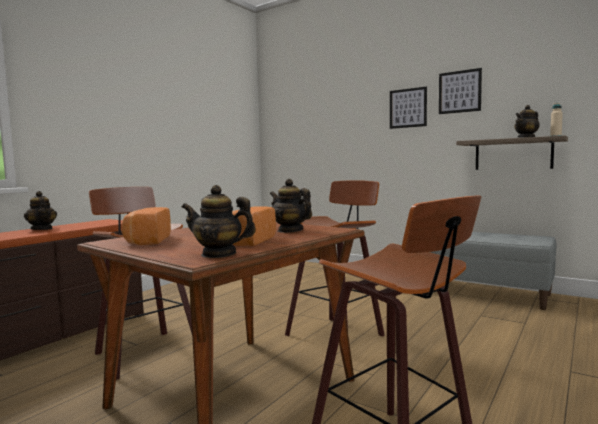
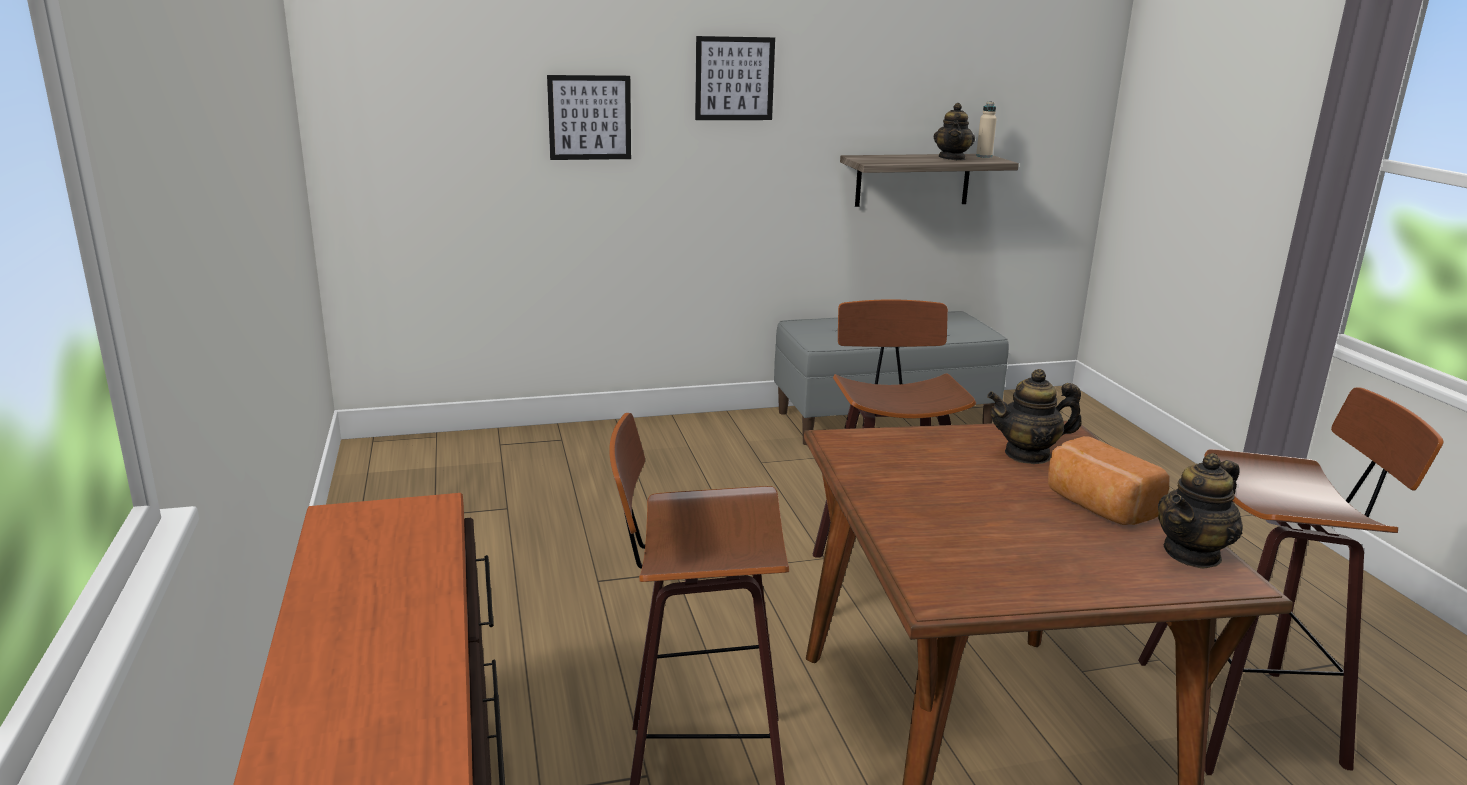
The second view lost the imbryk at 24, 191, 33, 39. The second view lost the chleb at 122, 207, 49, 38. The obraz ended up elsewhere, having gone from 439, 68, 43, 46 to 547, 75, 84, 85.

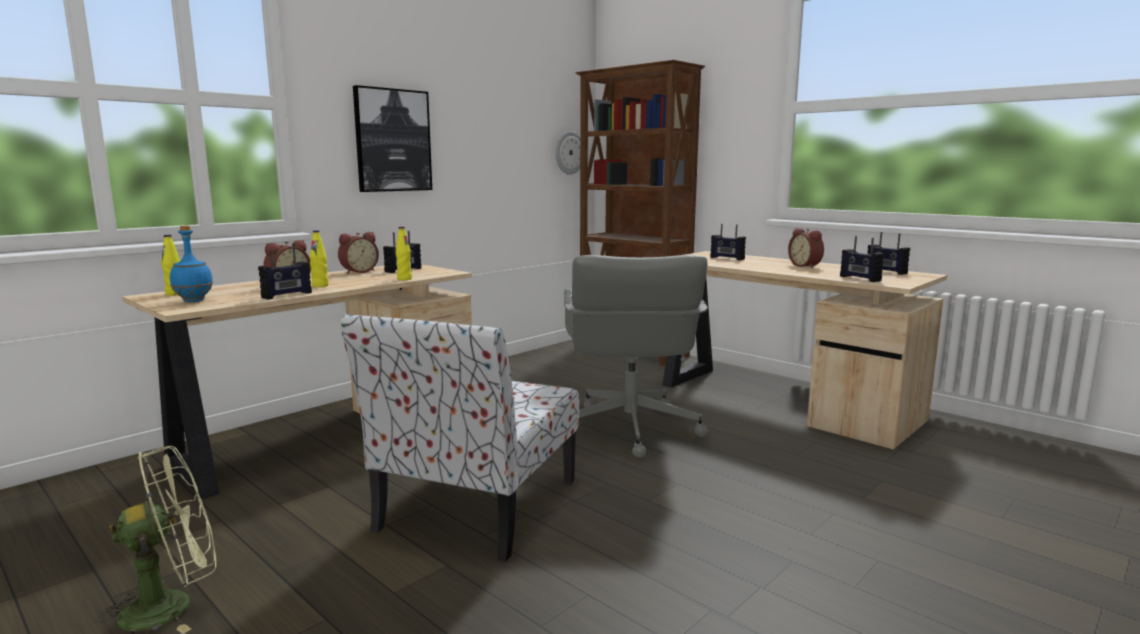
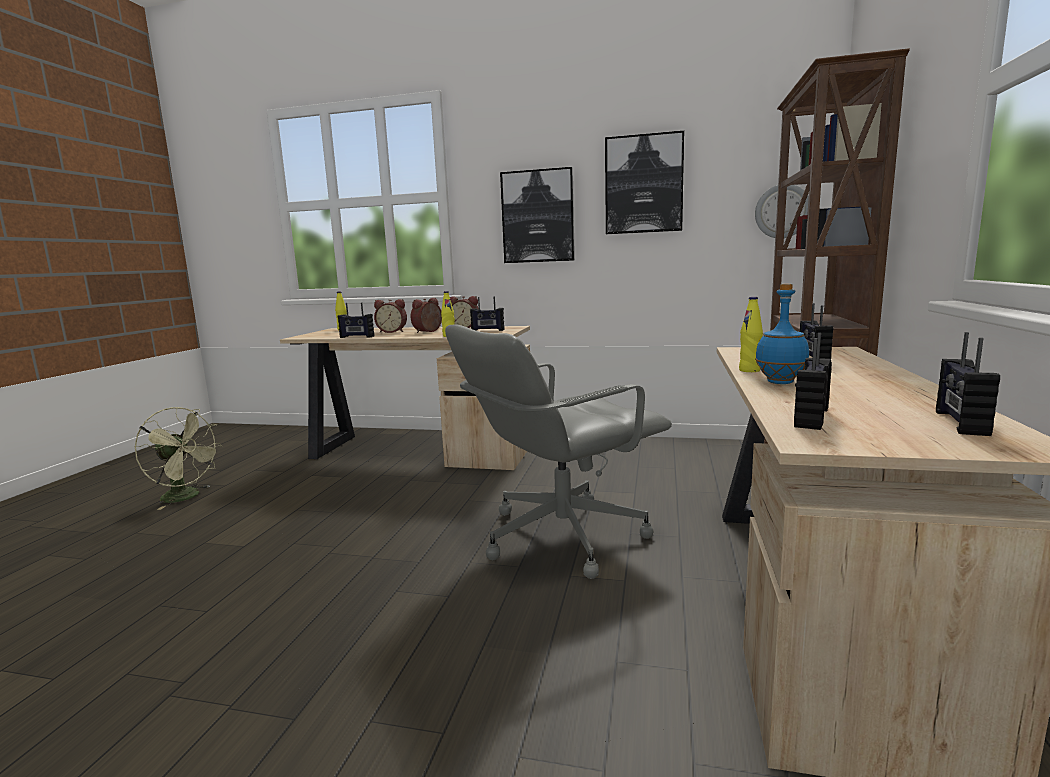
The butelka (niebieski) ended up elsewhere, having gone from 170, 226, 43, 76 to 755, 284, 54, 100. The butelka (żółty) ended up elsewhere, having gone from 310, 230, 18, 57 to 739, 297, 24, 75. The second view lost the krzesło at 340, 314, 239, 248. The budzik ended up elsewhere, having gone from 788, 228, 36, 40 to 410, 298, 32, 35. The second view gained the obraz at 605, 131, 79, 103.

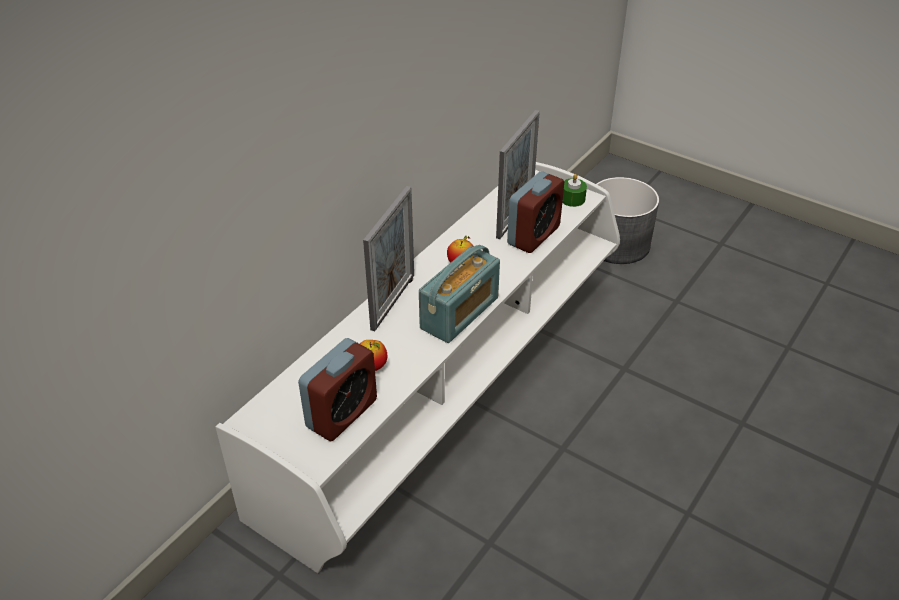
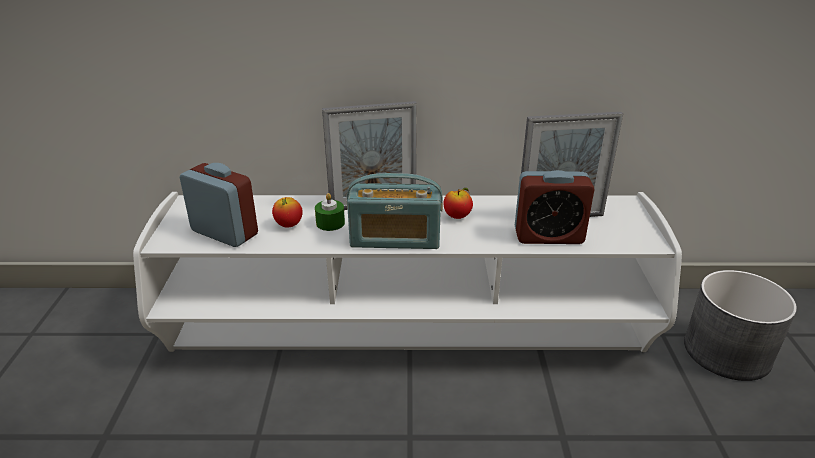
The budzik at 298, 338, 79, 103 ended up facing another way, 150 degrees counterclockwise from before. The świeca (zielony) ended up elsewhere, having gone from 562, 174, 25, 33 to 315, 193, 30, 38.

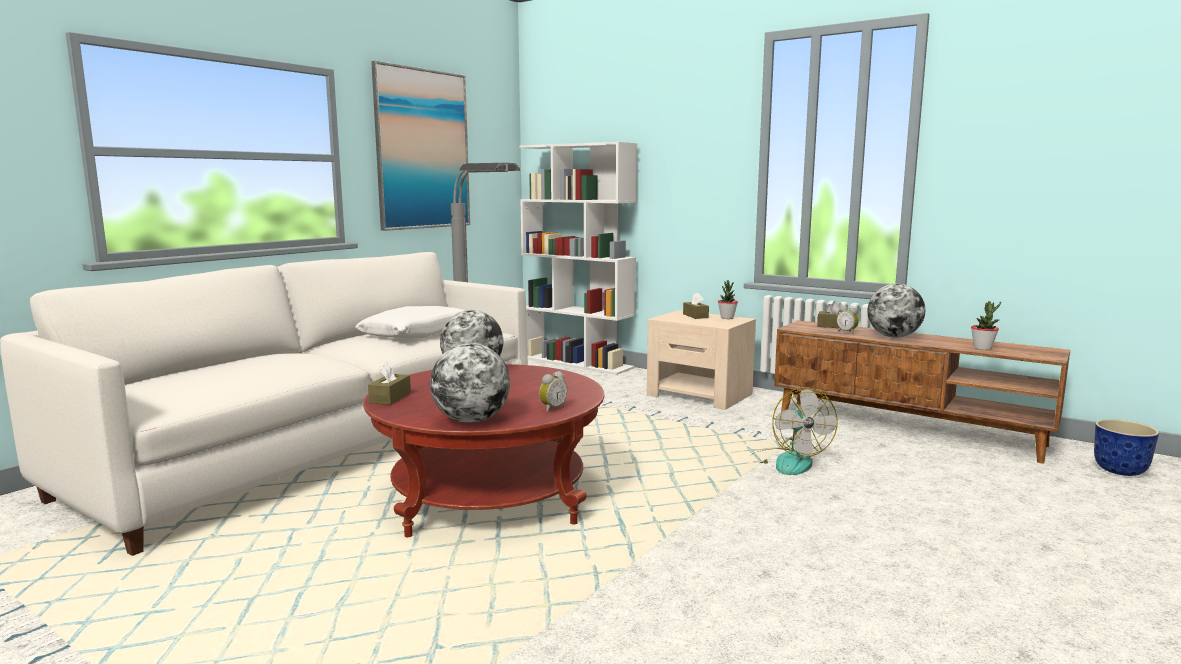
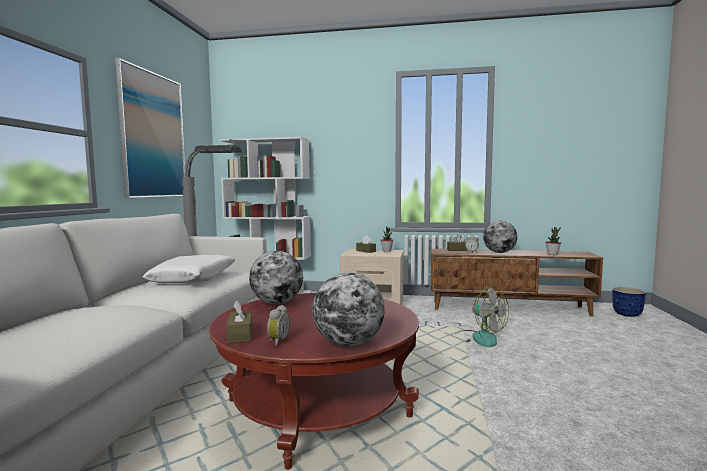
The budzik ended up elsewhere, having gone from 539, 371, 28, 41 to 267, 305, 23, 41.

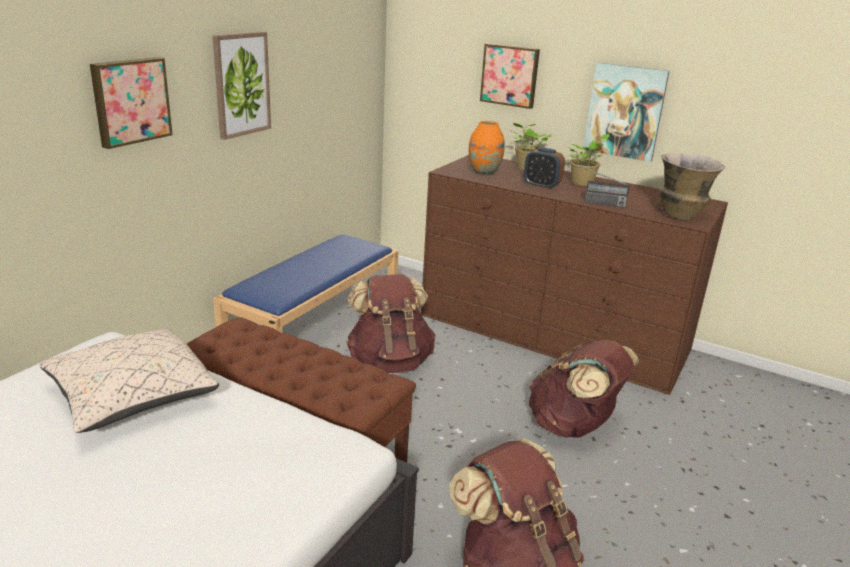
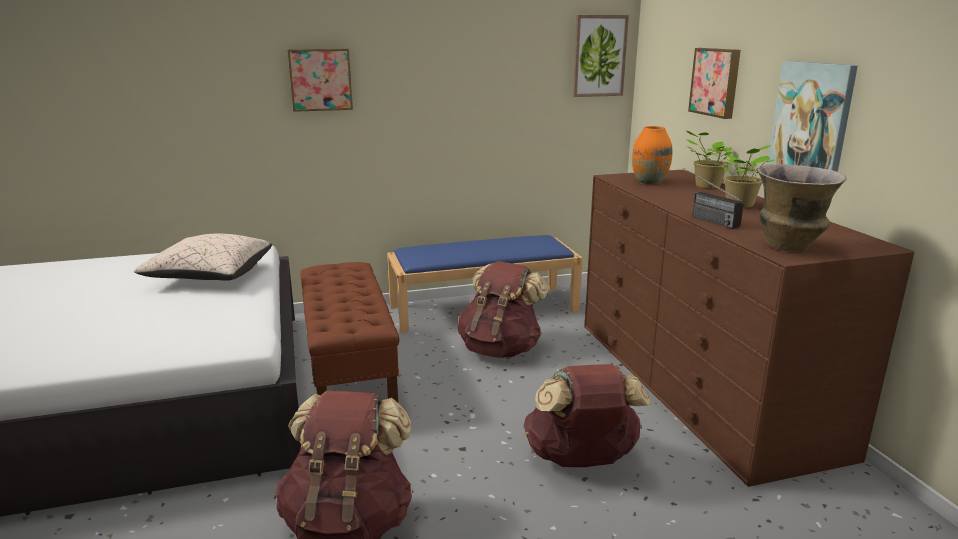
The obraz ended up elsewhere, having gone from 213, 32, 58, 108 to 572, 15, 57, 82. The second view lost the budzik at 524, 147, 41, 43.

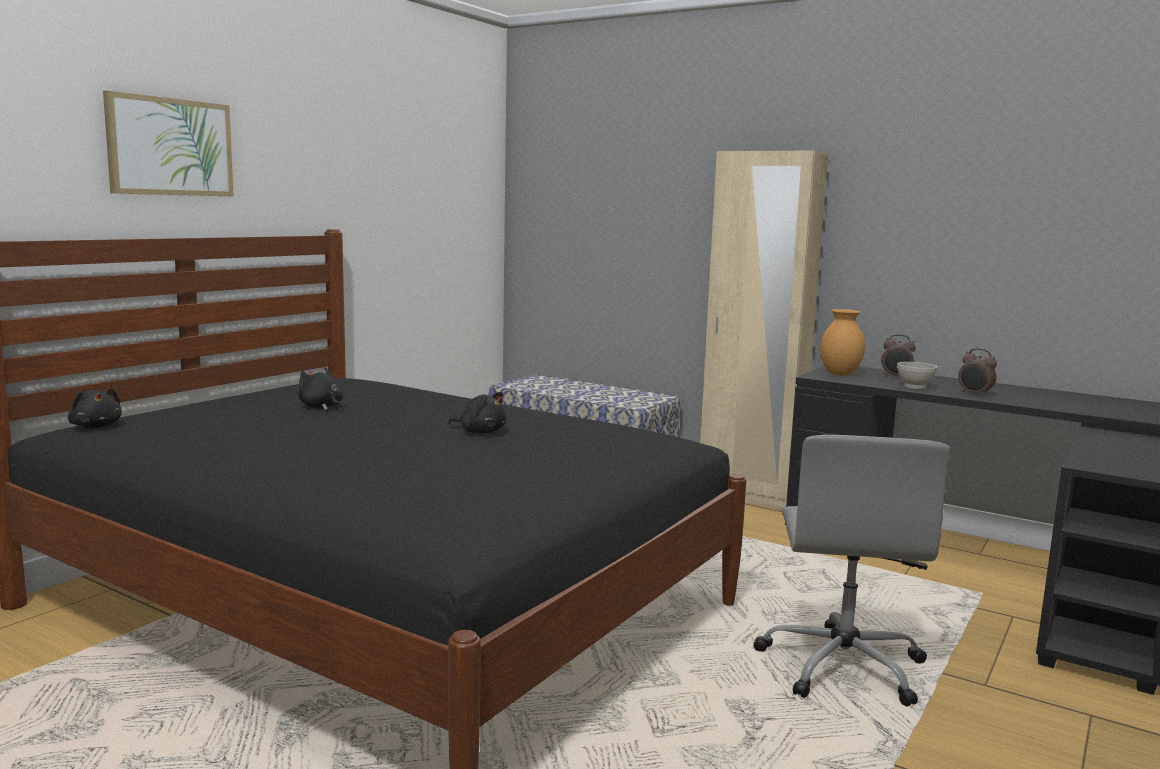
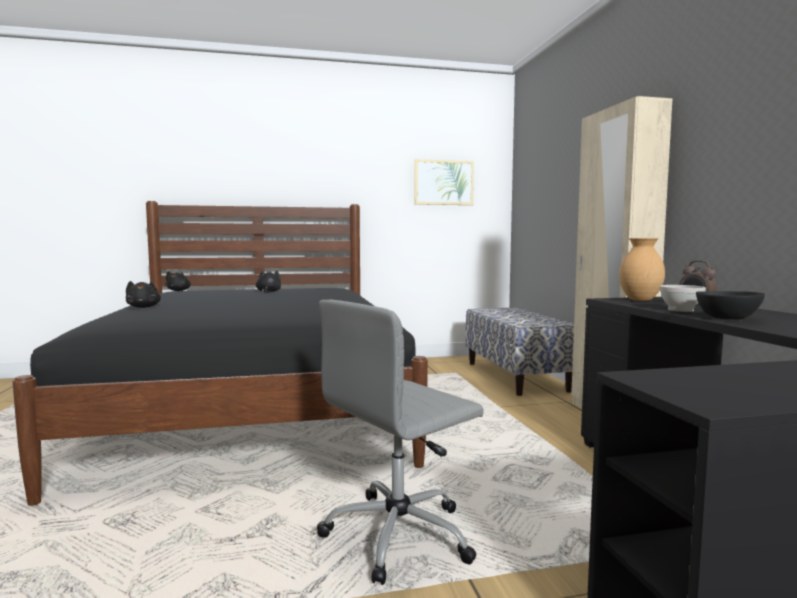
The obraz ended up elsewhere, having gone from 103, 91, 131, 106 to 414, 159, 60, 46. The pluszak (czarny) ended up elsewhere, having gone from 448, 392, 59, 42 to 126, 281, 35, 27. Where the budzik stood at 958, 348, 39, 49, the miska (czarny) came to stand at 696, 291, 69, 29.

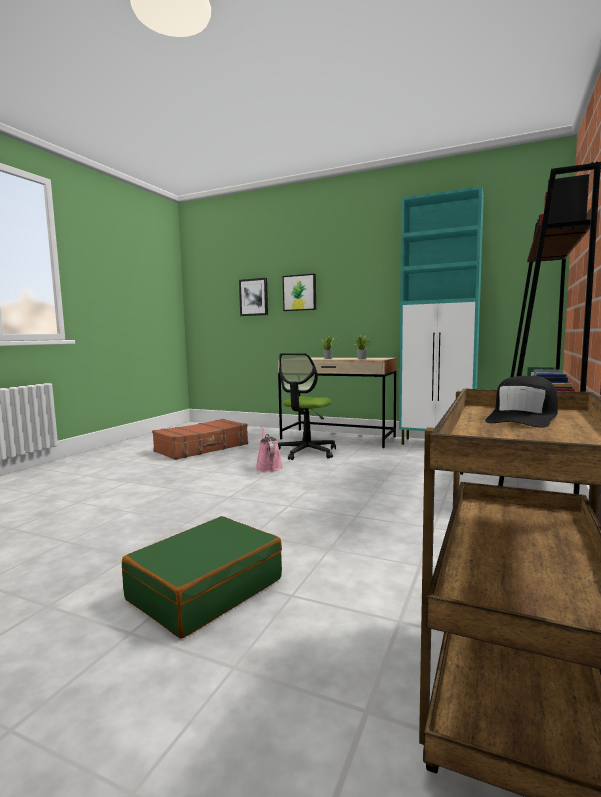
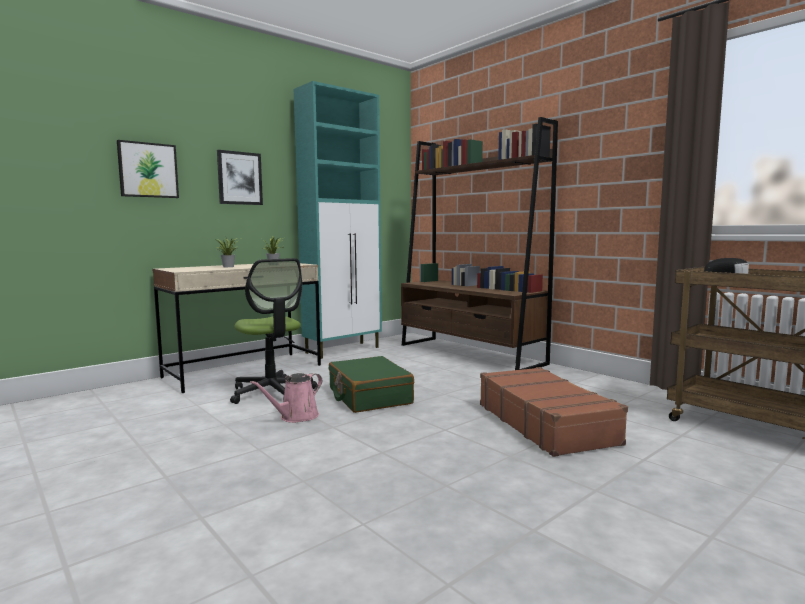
The walizka (zielony) ended up elsewhere, having gone from 122, 516, 160, 122 to 329, 356, 85, 57. The walizka (brązowy) ended up elsewhere, having gone from 152, 419, 96, 41 to 480, 367, 148, 90. The obraz ended up elsewhere, having gone from 239, 278, 29, 38 to 217, 150, 46, 55. The konewka (różowy) at 256, 426, 27, 46 ended up facing another way, 60 degrees counterclockwise from before.

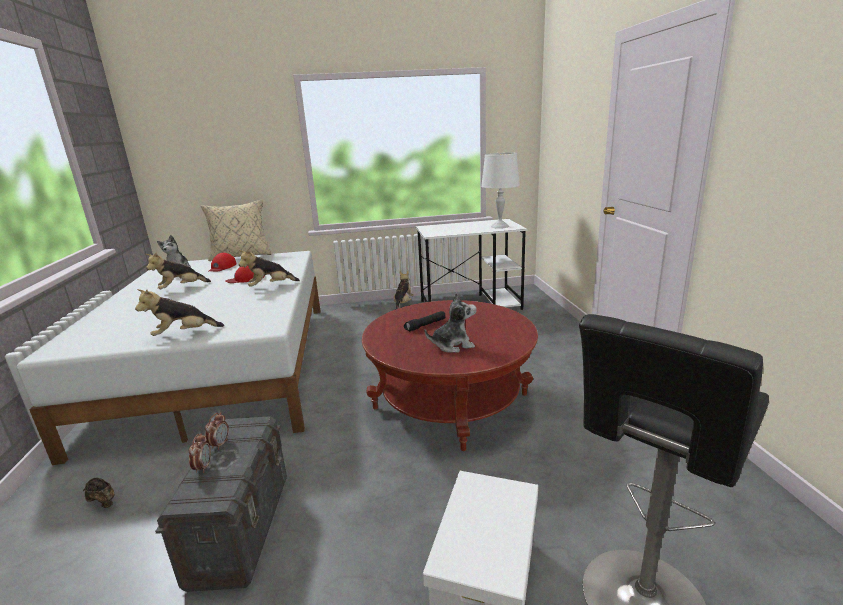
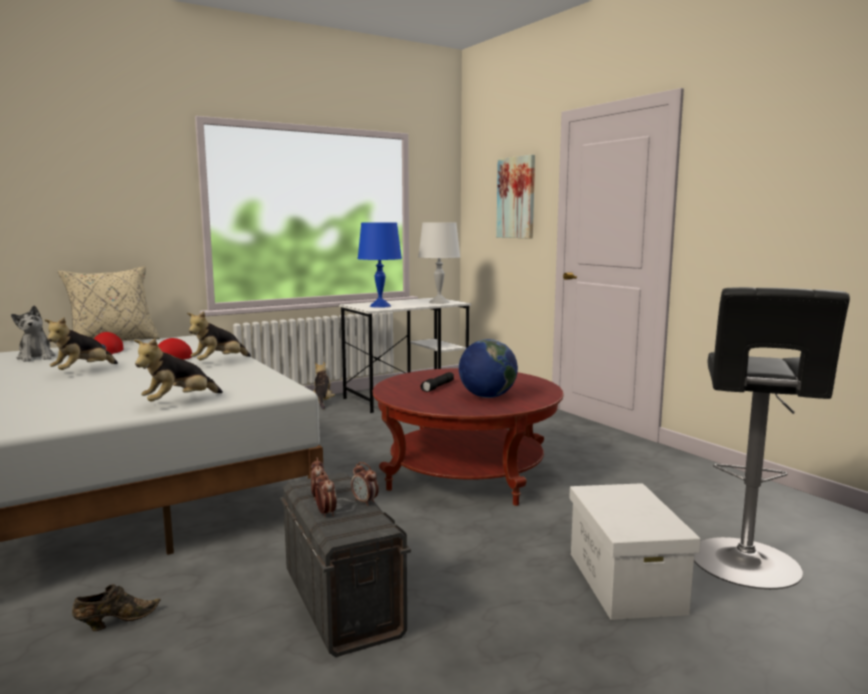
The but (brązowy) at 83, 478, 32, 30 ended up facing another way, 135 degrees clockwise from before. Where the pluszak stood at 425, 293, 51, 60, the globus came to stand at 459, 339, 59, 59. The second view gained the budzik at 351, 462, 28, 44. The second view gained the lampa stołowa (niebieski) at 357, 222, 45, 86. The second view gained the obraz at 496, 155, 39, 84.

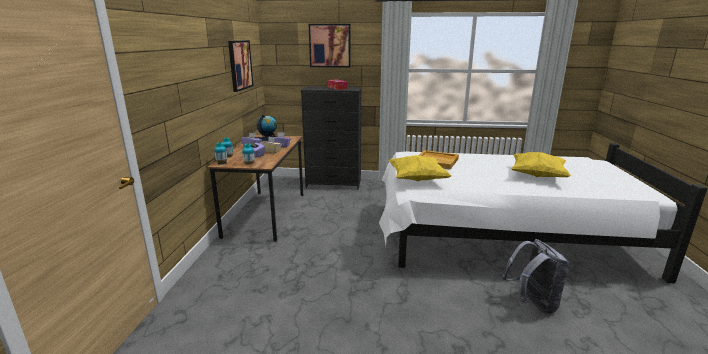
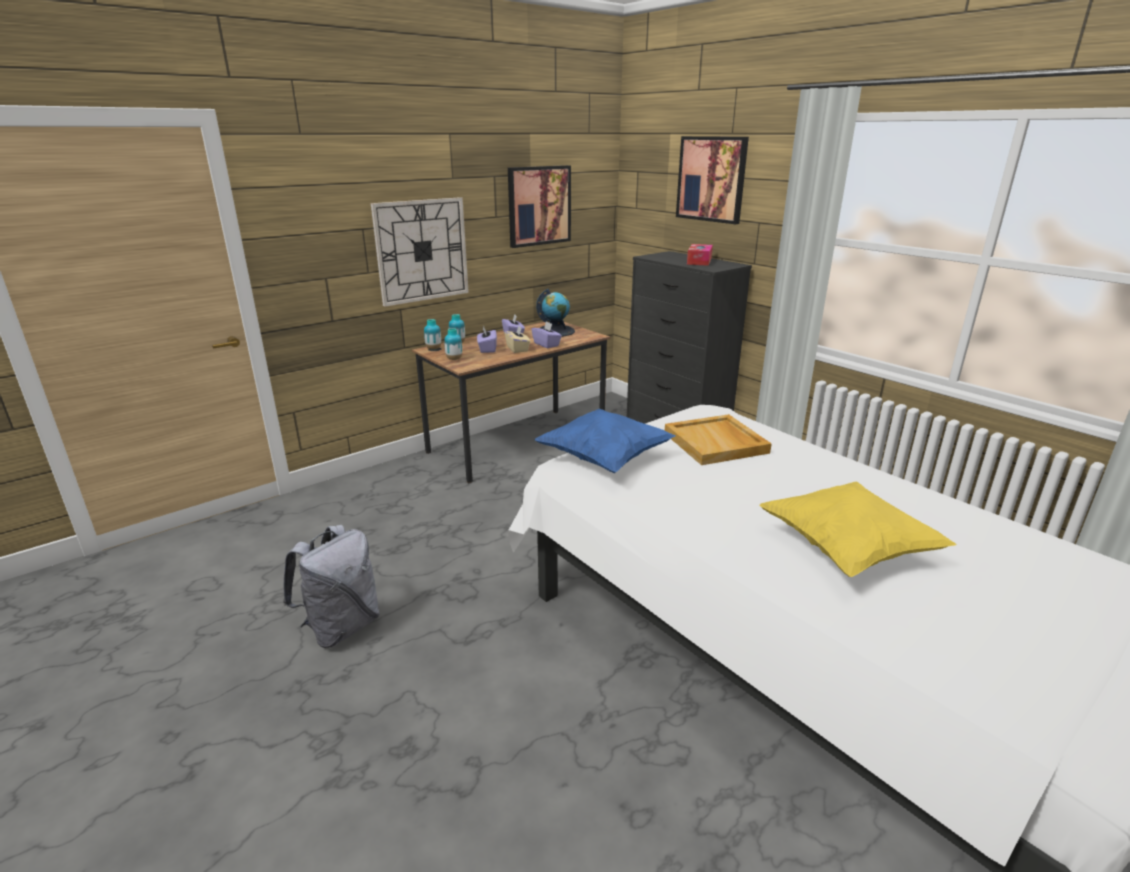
What was the poduszka (żółty) at 388, 155, 64, 26 turned into the poduszka (niebieski) at 535, 409, 140, 64. The plecak (szary) ended up elsewhere, having gone from 502, 239, 67, 75 to 283, 525, 97, 123. The second view gained the zegar ścienny at 371, 197, 98, 110.

